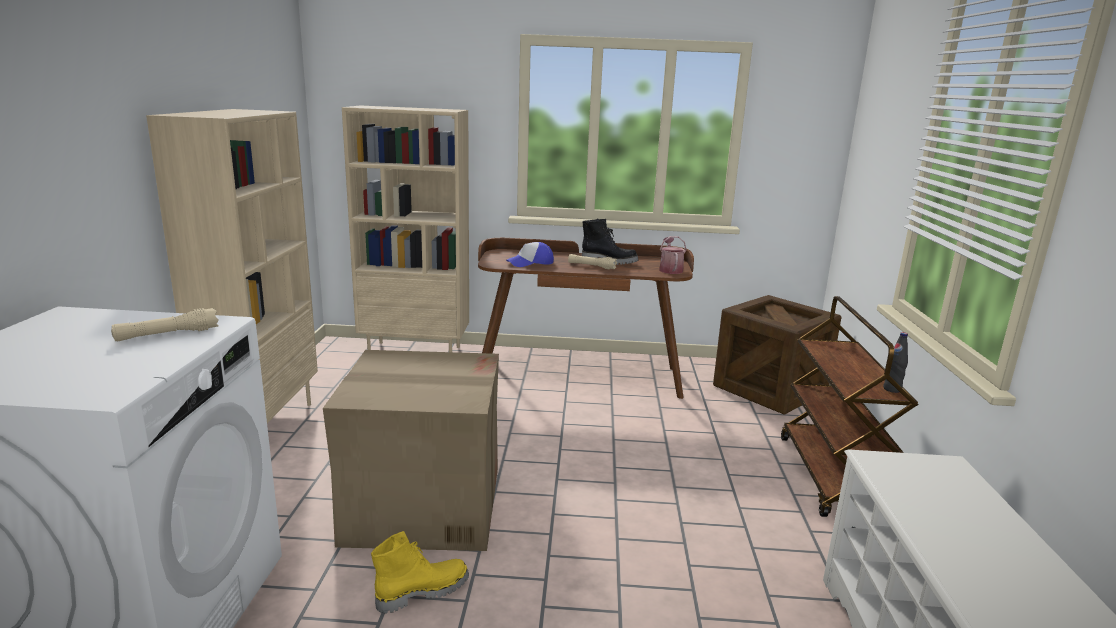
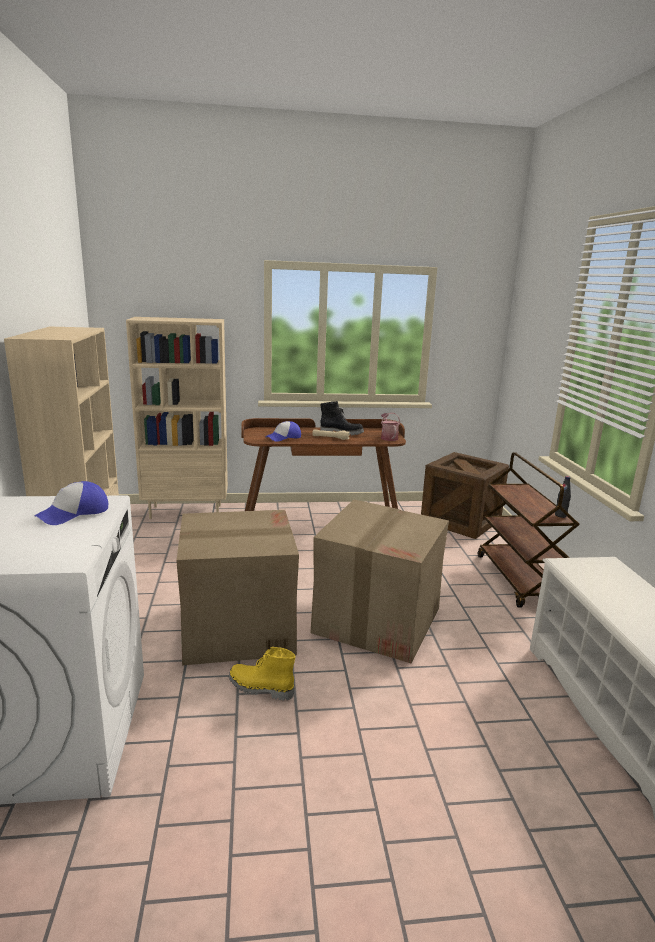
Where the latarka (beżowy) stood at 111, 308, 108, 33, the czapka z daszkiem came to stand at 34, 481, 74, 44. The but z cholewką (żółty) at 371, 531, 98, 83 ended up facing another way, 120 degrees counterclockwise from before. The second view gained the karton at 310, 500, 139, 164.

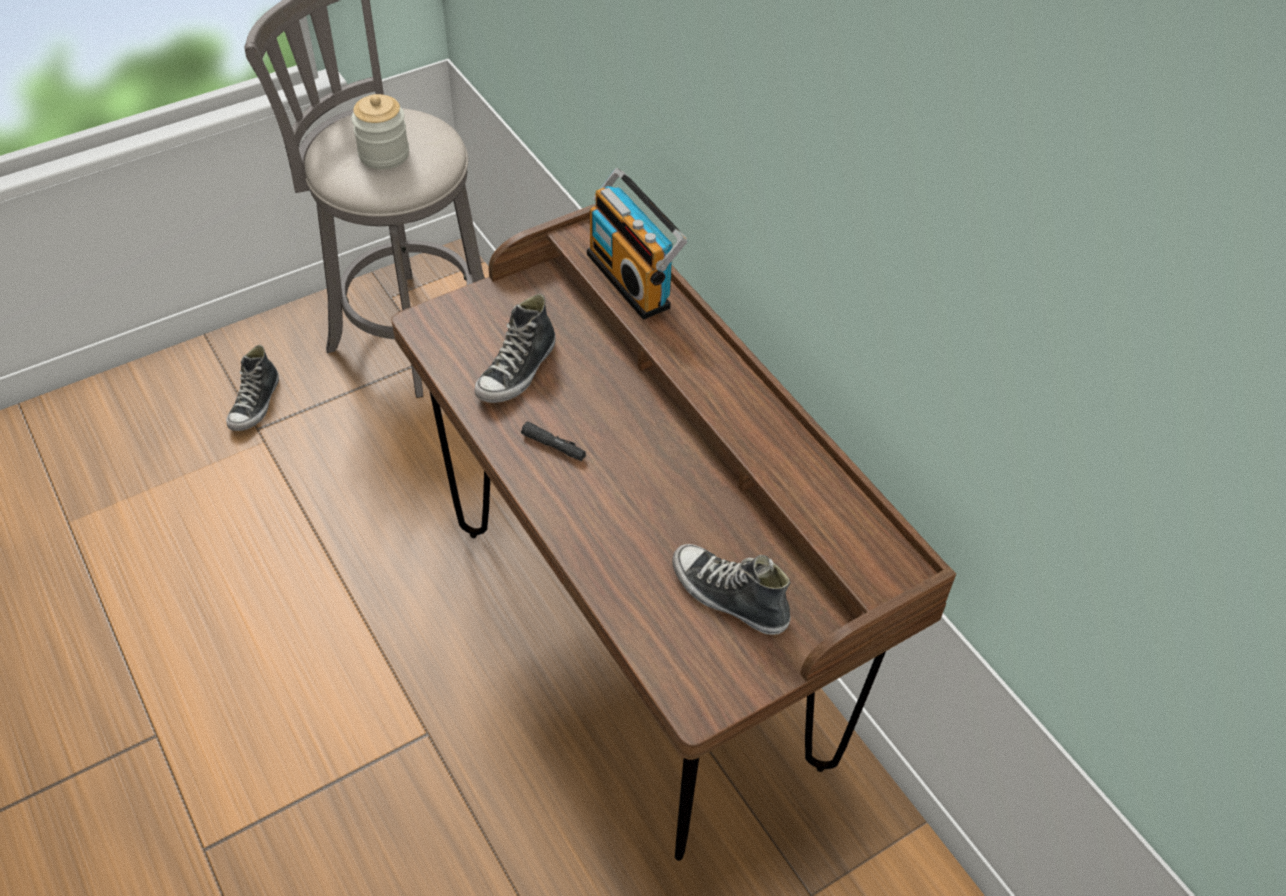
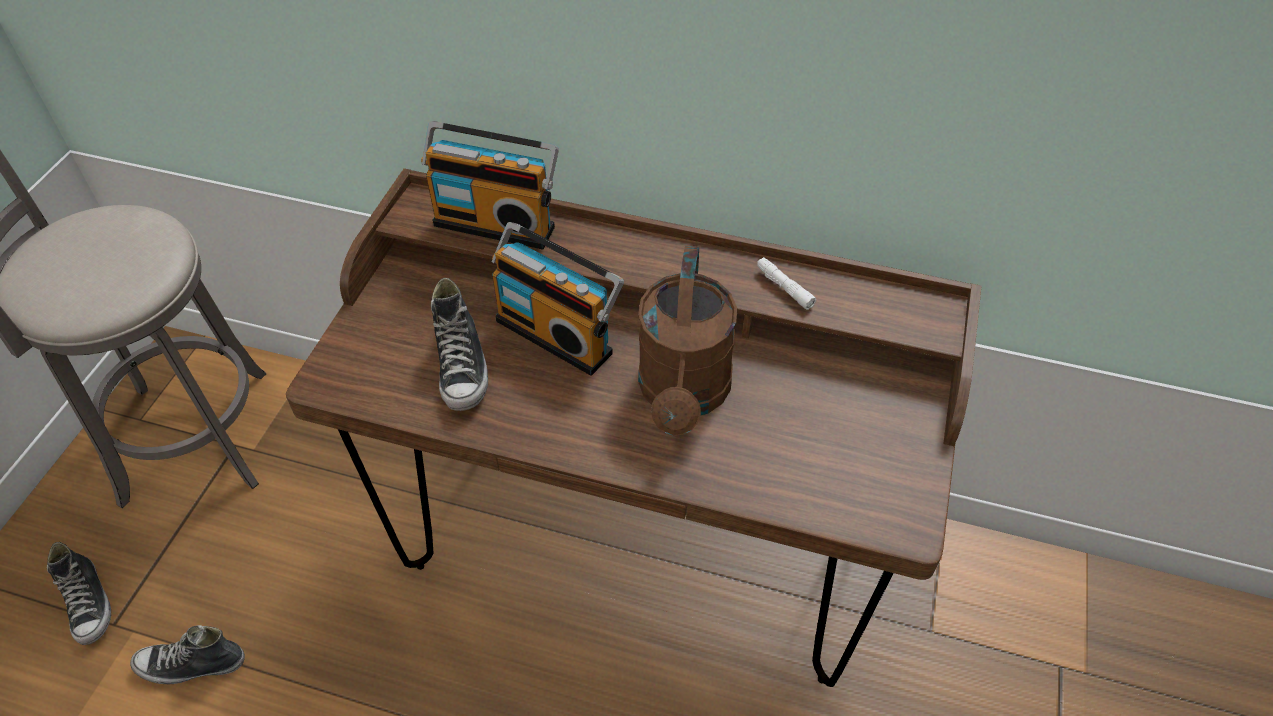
The second view lost the słoik at 351, 94, 58, 76. The second view lost the latarka (czarny) at 521, 421, 65, 40. The but ended up elsewhere, having gone from 672, 544, 119, 91 to 130, 625, 115, 59. The second view gained the radio at 491, 222, 133, 154. The second view gained the konewka (brązowy) at 638, 245, 99, 191. The second view gained the latarka (biały) at 757, 257, 60, 53.

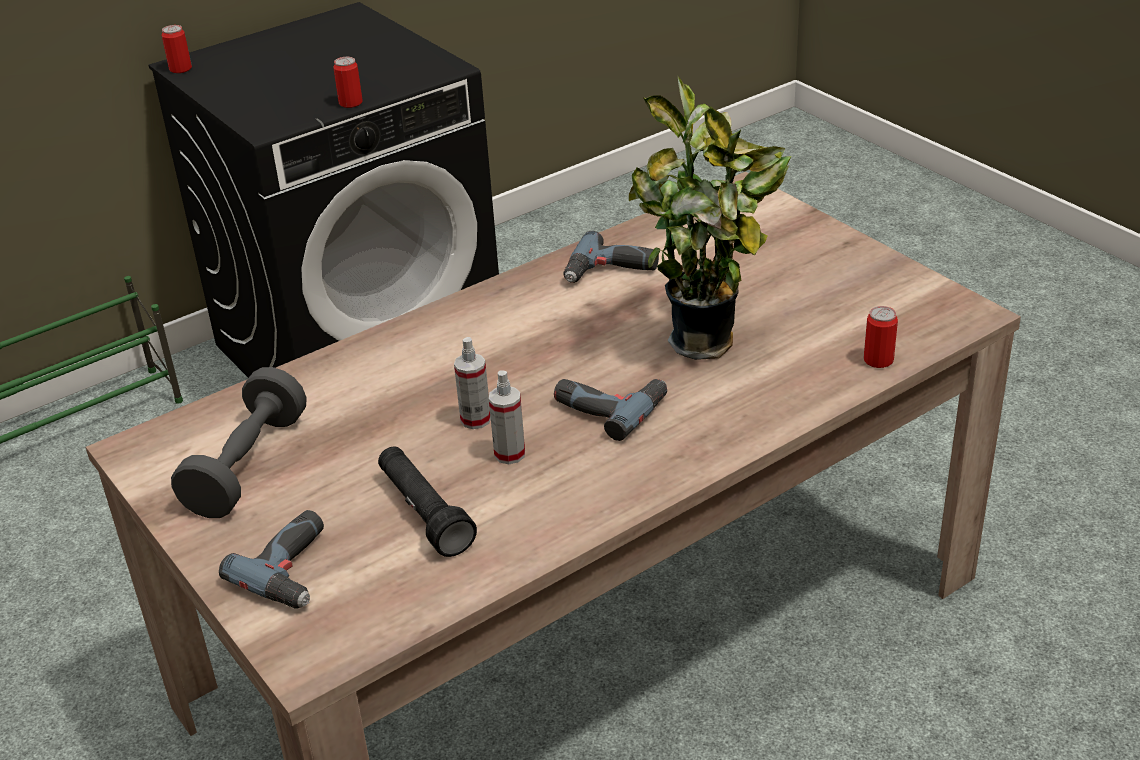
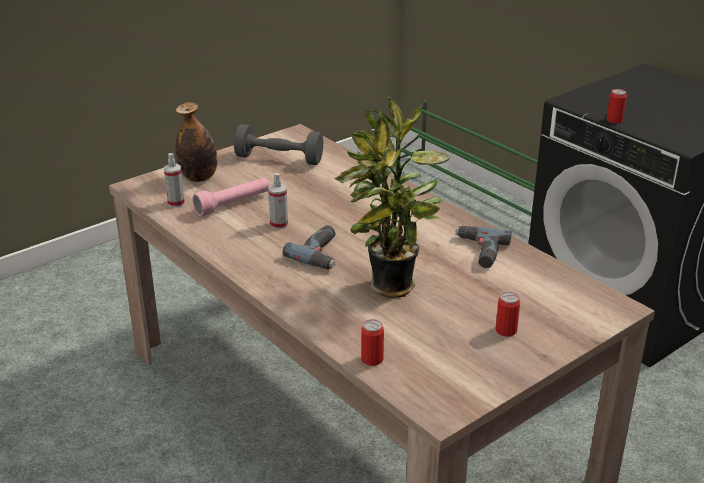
The puszka ended up elsewhere, having gone from 162, 25, 30, 48 to 495, 292, 25, 45. Where the wiertarka stood at 219, 510, 105, 99, the butelka came to stand at 175, 102, 42, 80. What was the latarka (czarny) at 378, 446, 99, 111 turned into the latarka (różowy) at 192, 178, 78, 38. The spryskiwacz ended up elsewhere, having gone from 454, 337, 37, 92 to 164, 153, 21, 55.

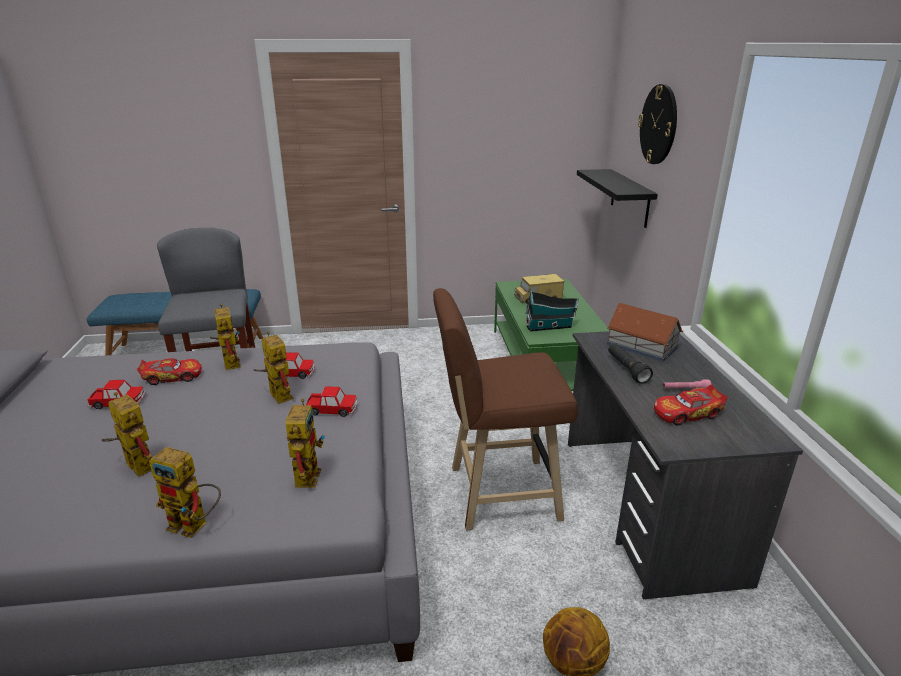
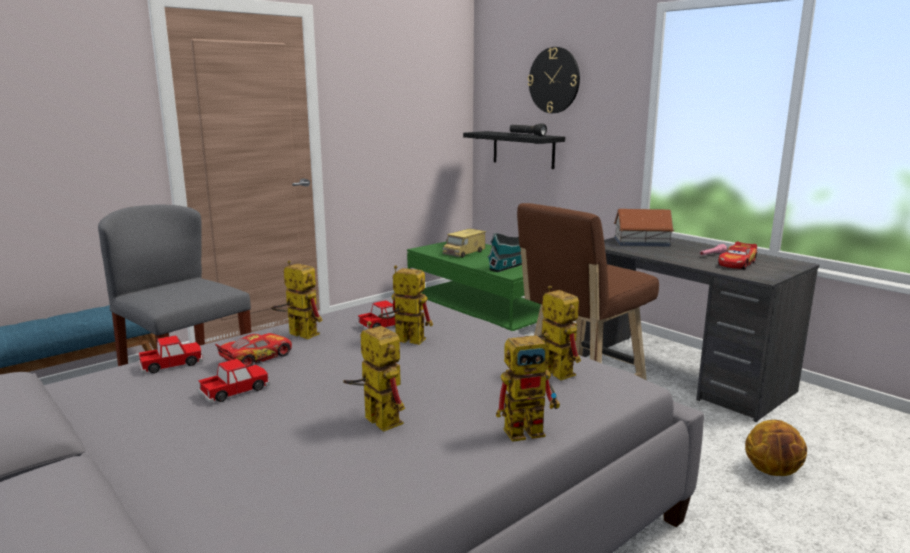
The robot zabawkowy at 102, 392, 50, 85 ended up facing another way, 45 degrees clockwise from before. The samochodzik ended up elsewhere, having gone from 306, 386, 51, 31 to 139, 335, 64, 38. The latarka (czarny) ended up elsewhere, having gone from 608, 343, 45, 41 to 510, 123, 37, 13.

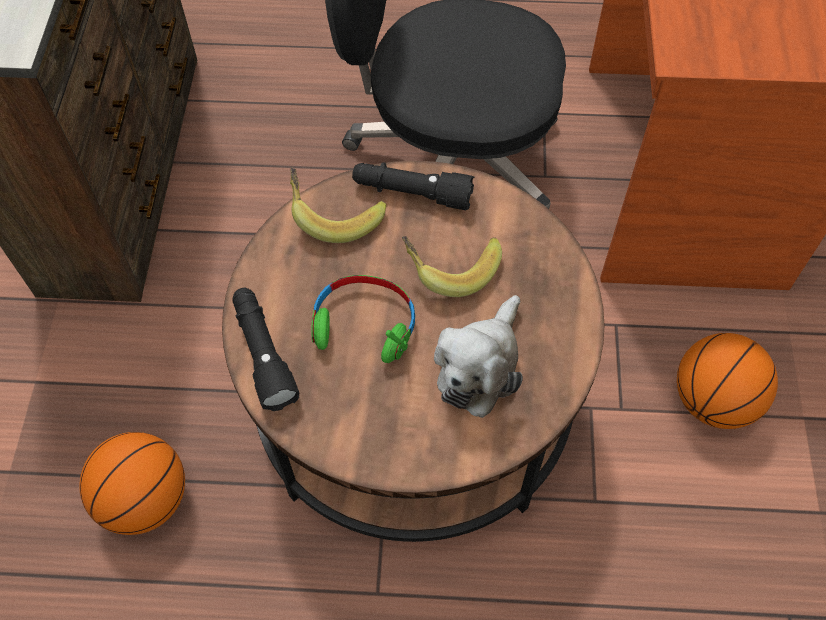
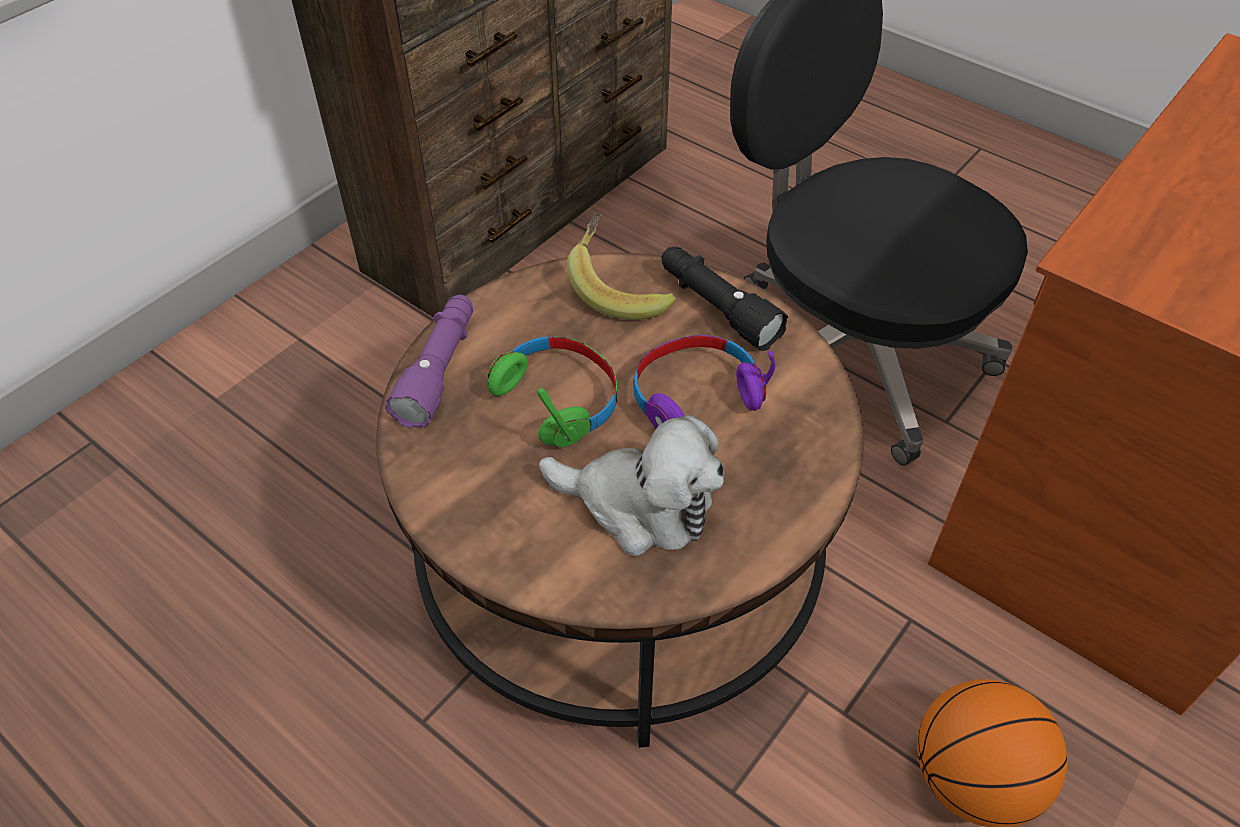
The second view lost the piłka do koszykówki at 80, 432, 105, 103. What was the latarka (czarny) at 232, 288, 67, 123 turned into the latarka (fioletowy) at 385, 295, 88, 133. Where the banan stood at 402, 236, 100, 61, the słuchawki (fioletowy) came to stand at 633, 335, 142, 94. The pluszak at 434, 295, 89, 123 ended up facing another way, 135 degrees counterclockwise from before.

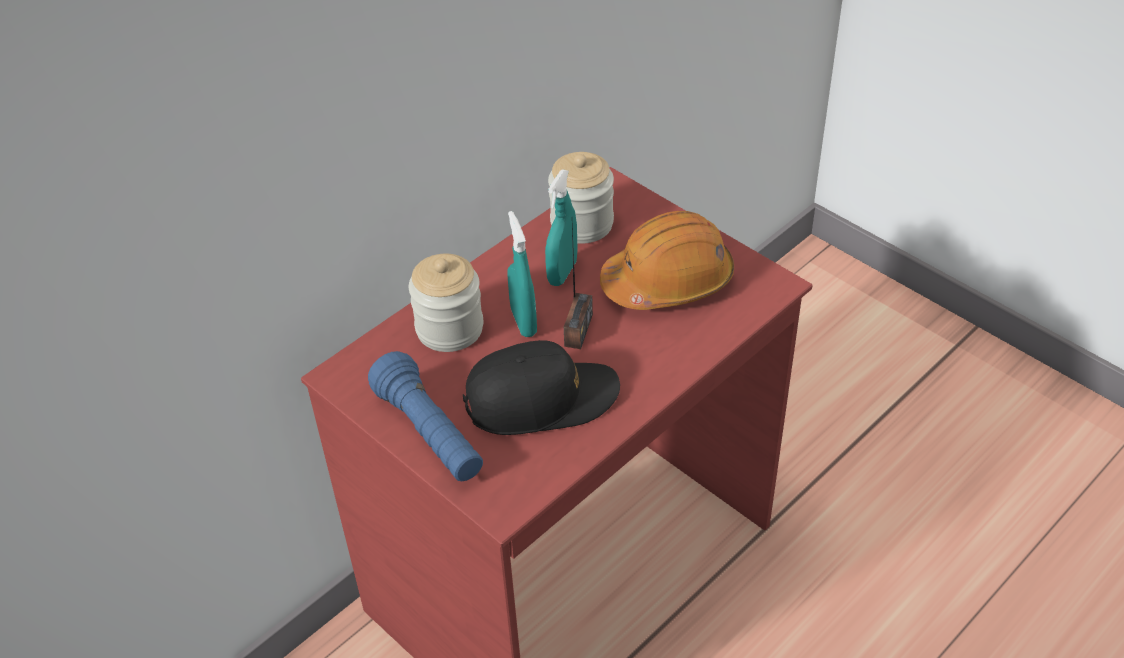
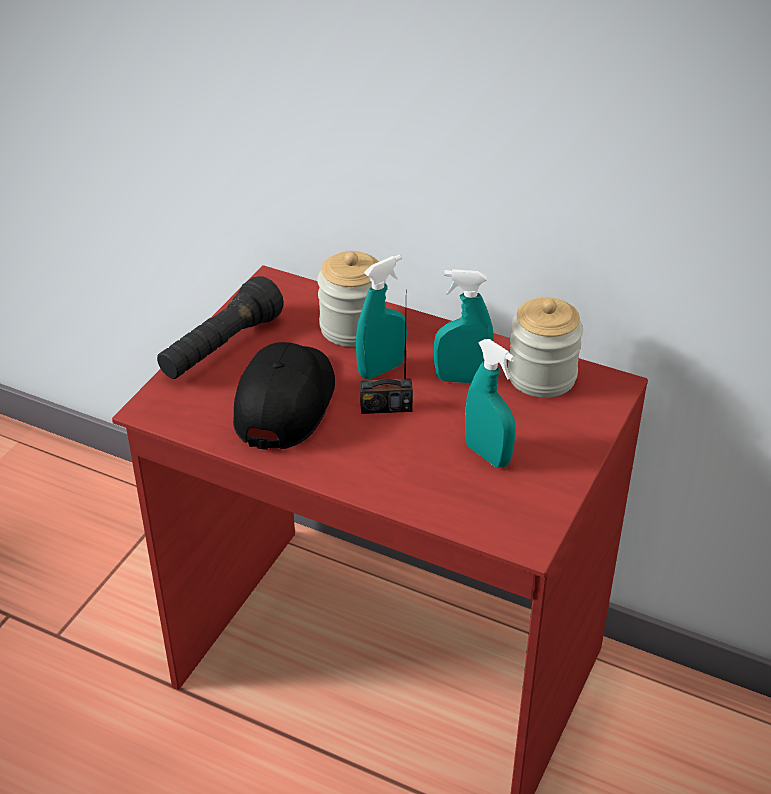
What was the latarka (niebieski) at 368, 351, 115, 130 turned into the latarka (czarny) at 157, 276, 127, 103. The czapka z daszkiem (czarny) at 463, 340, 157, 95 ended up facing another way, 135 degrees counterclockwise from before. Where the kask (pomarańczowy) stood at 600, 211, 134, 99, the spryskiwacz (turkusowy) came to stand at 465, 339, 51, 129.

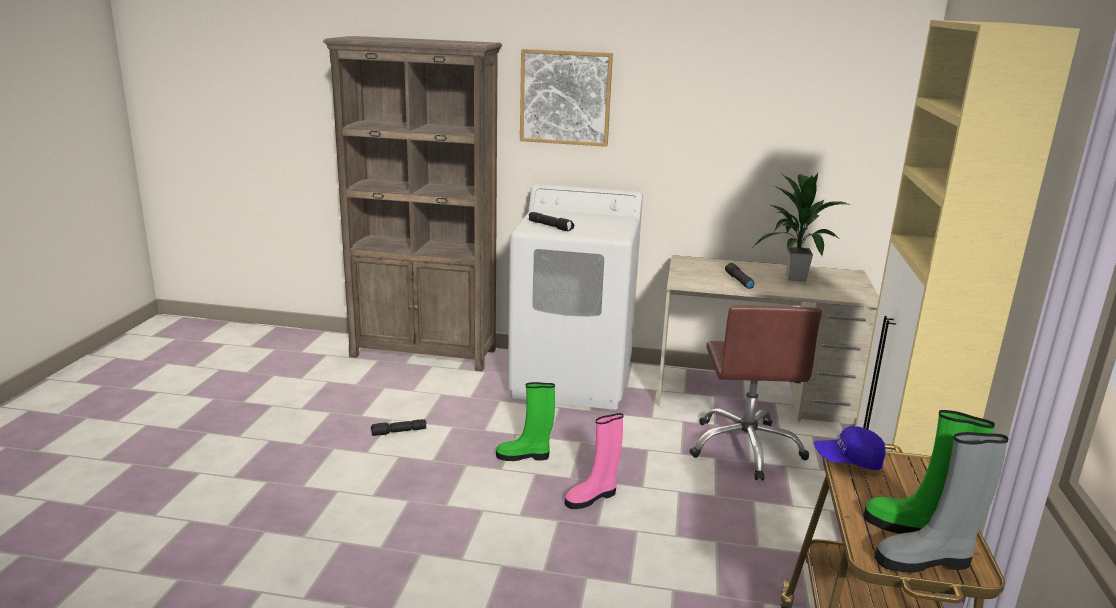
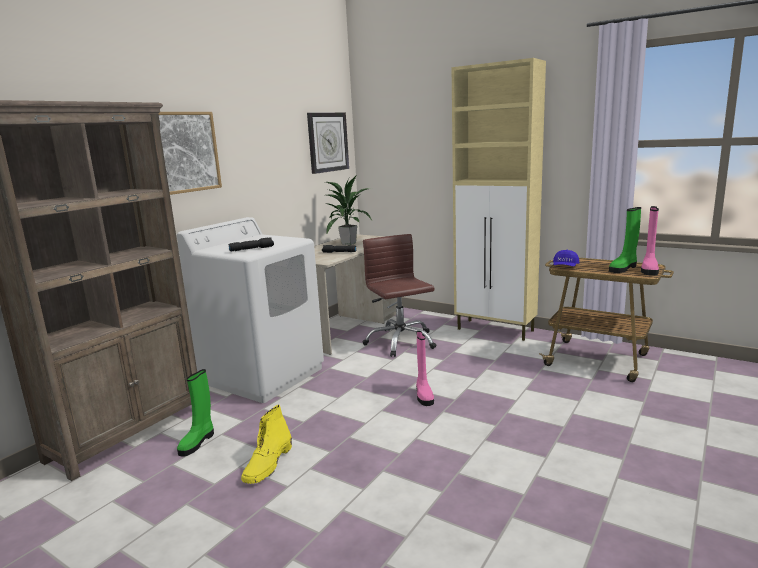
Where the latarka (czarny) stood at 371, 419, 56, 17, the but z cholewką (żółty) came to stand at 241, 405, 51, 79. The but z cholewką (zielony) ended up elsewhere, having gone from 496, 382, 59, 79 to 177, 369, 37, 88. The krzesło biurowe (brązowy) at 690, 305, 132, 175 ended up facing another way, 135 degrees counterclockwise from before. What was the but z cholewką (szary) at 875, 432, 134, 141 turned into the but z cholewką (różowy) at 641, 206, 18, 70. The second view gained the zegar ścienny at 307, 113, 42, 61.

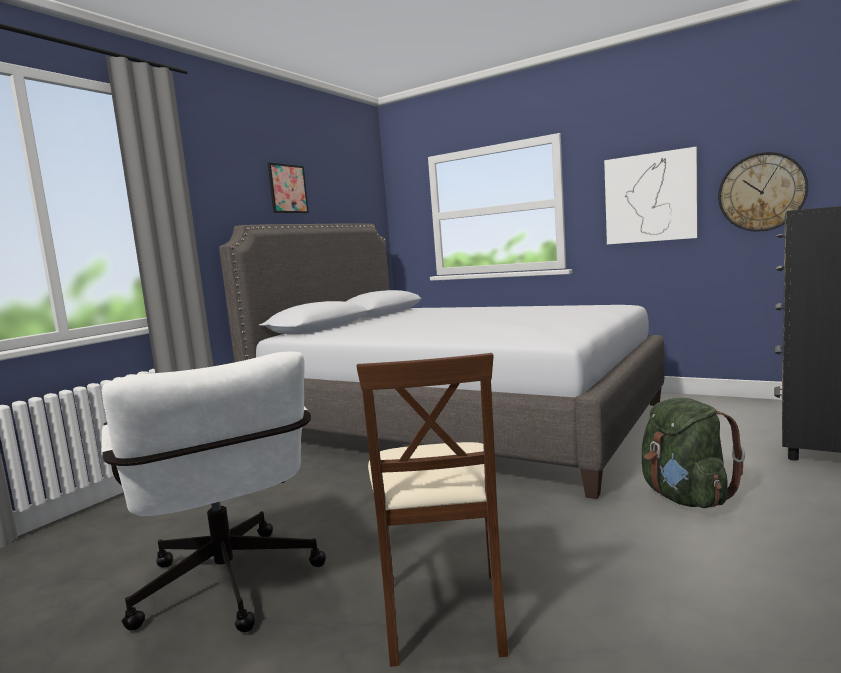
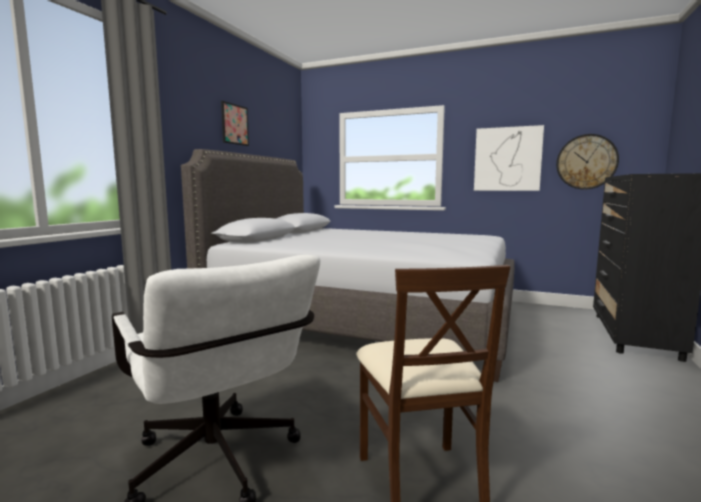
The second view lost the plecak (zielony) at 642, 398, 103, 110.

